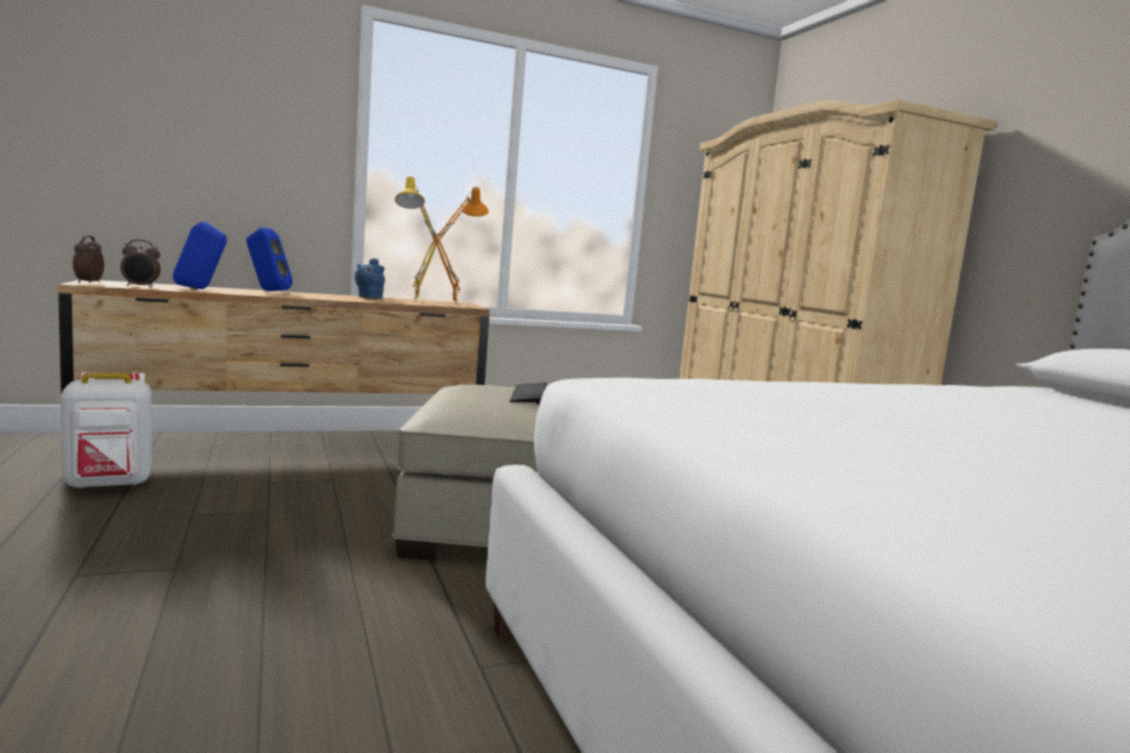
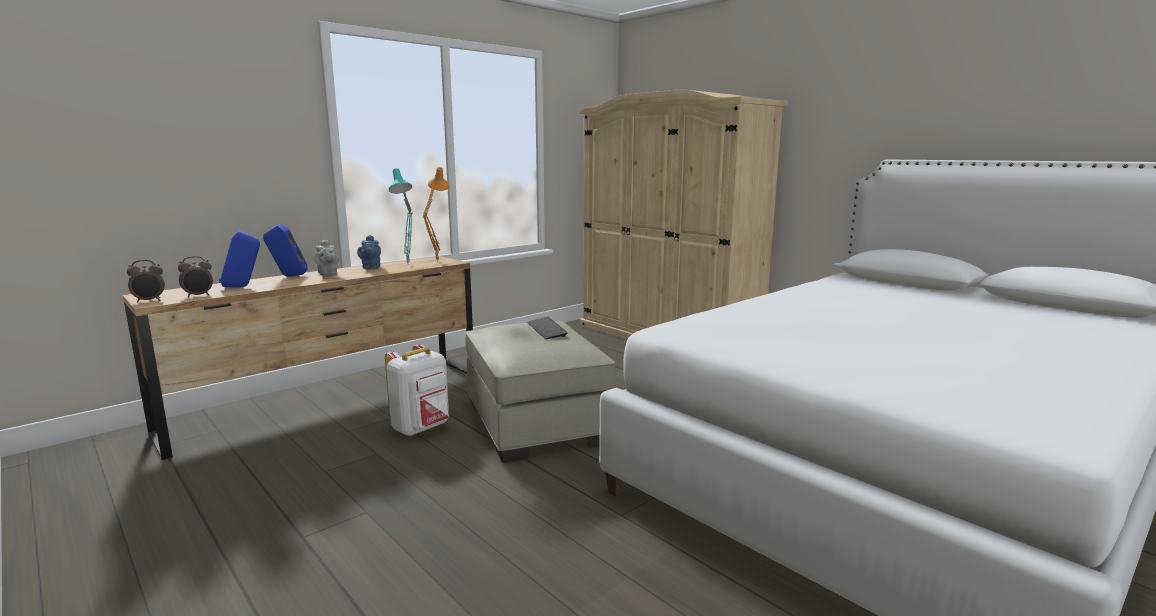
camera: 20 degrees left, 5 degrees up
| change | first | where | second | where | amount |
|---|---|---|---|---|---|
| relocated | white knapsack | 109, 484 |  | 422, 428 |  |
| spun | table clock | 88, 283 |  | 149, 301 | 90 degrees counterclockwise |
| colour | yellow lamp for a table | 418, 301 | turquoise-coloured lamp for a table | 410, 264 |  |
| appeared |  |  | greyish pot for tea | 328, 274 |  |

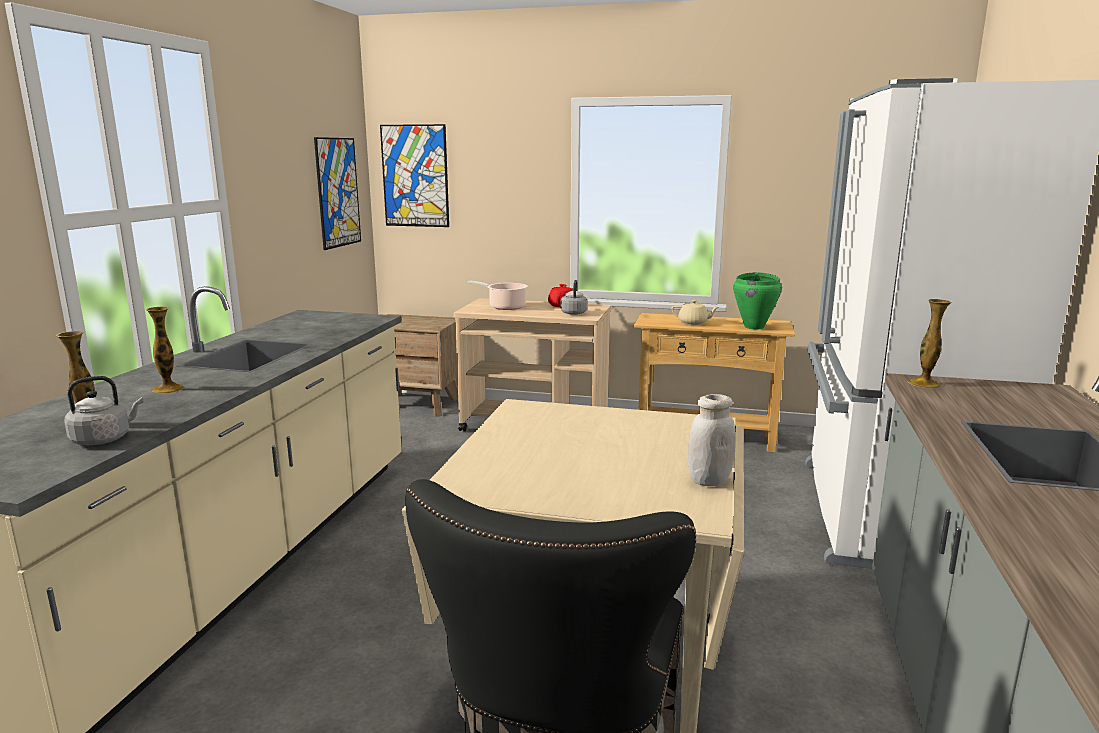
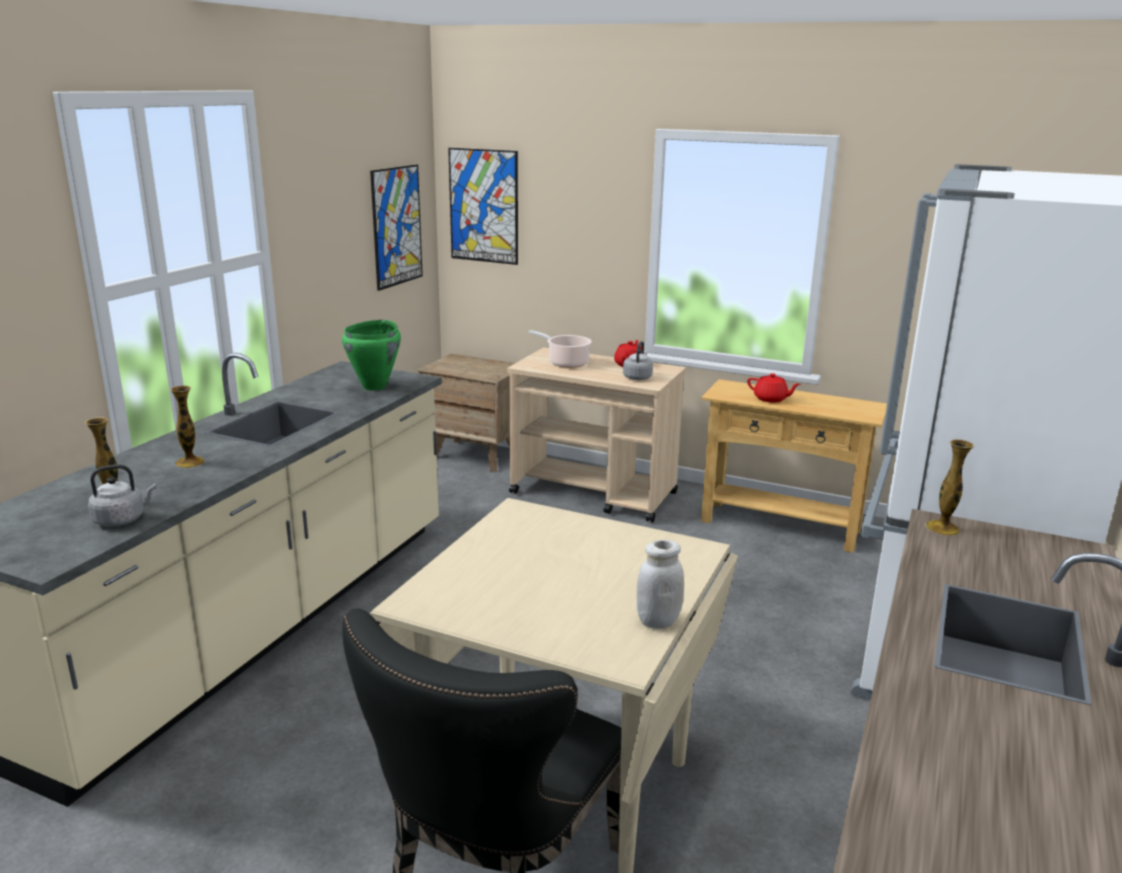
camera: 10 degrees right, 5 degrees up
| change | first | where | second | where | amount |
|---|---|---|---|---|---|
| colour | sand-coloured pot for tea | 693, 323 | reddish pot for tea | 771, 399 |  |
| relocated | green cooking pot | 754, 327 |  | 375, 387 |  |

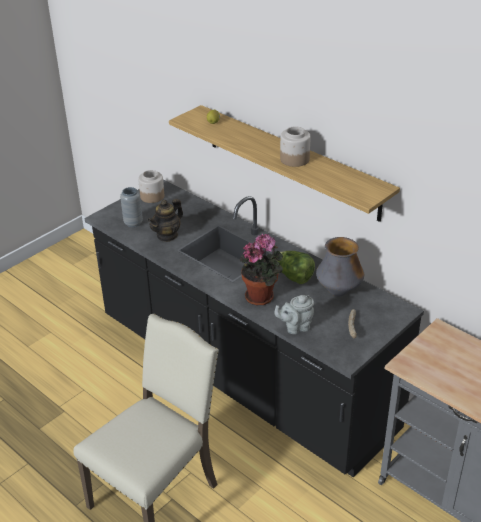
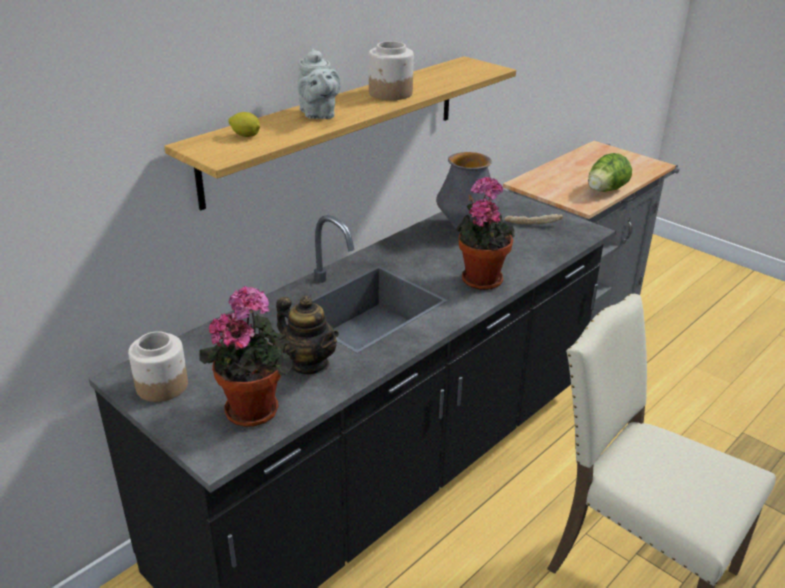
camera: 90 degrees left, 5 degrees down
| change | first | where | second | where | amount |
|---|---|---|---|---|---|
| exchanged | greyish vase | 133, 223 | plant in a pot | 254, 407 |  |
| relocated | greyish pot for tea | 295, 327 |  | 318, 114 |  |
| relocated | lettuce head | 293, 277 |  | 605, 191 |  |

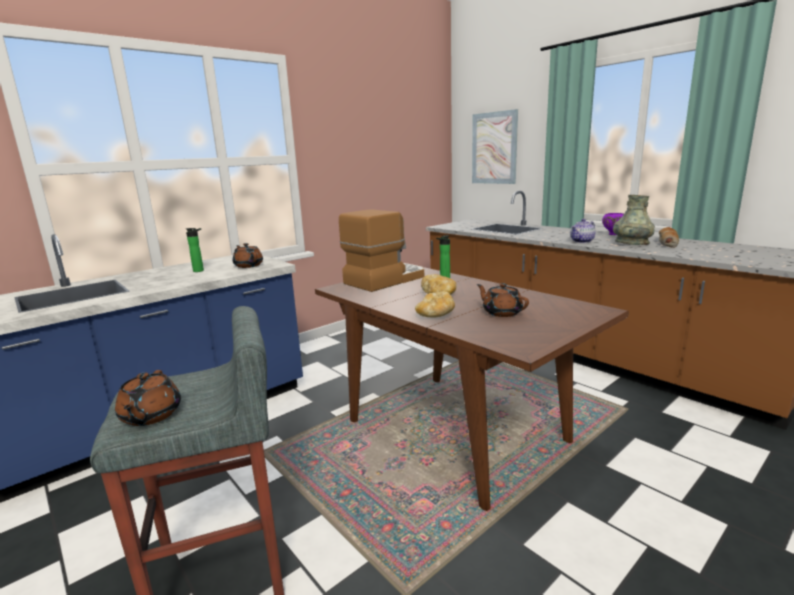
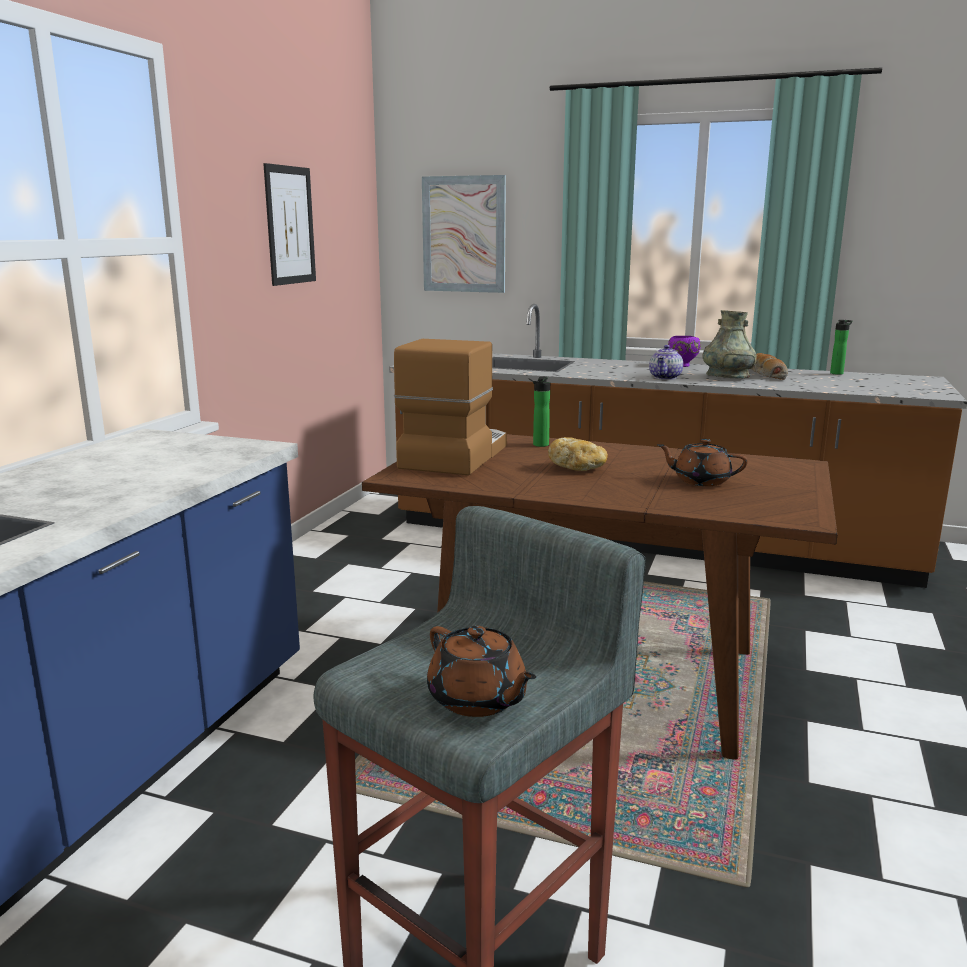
camera: 30 degrees left, 0 degrees up
| change | first | where | second | where | amount |
|---|---|---|---|---|---|
| relocated | drink bottle | 200, 271 |  | 837, 373 |  |
| missing | brown-coloured pot for tea | 248, 265 |  |  |  |
| missing | baked bread | 435, 315 |  |  |  |
| appeared |  |  | picture | 290, 225 |  |

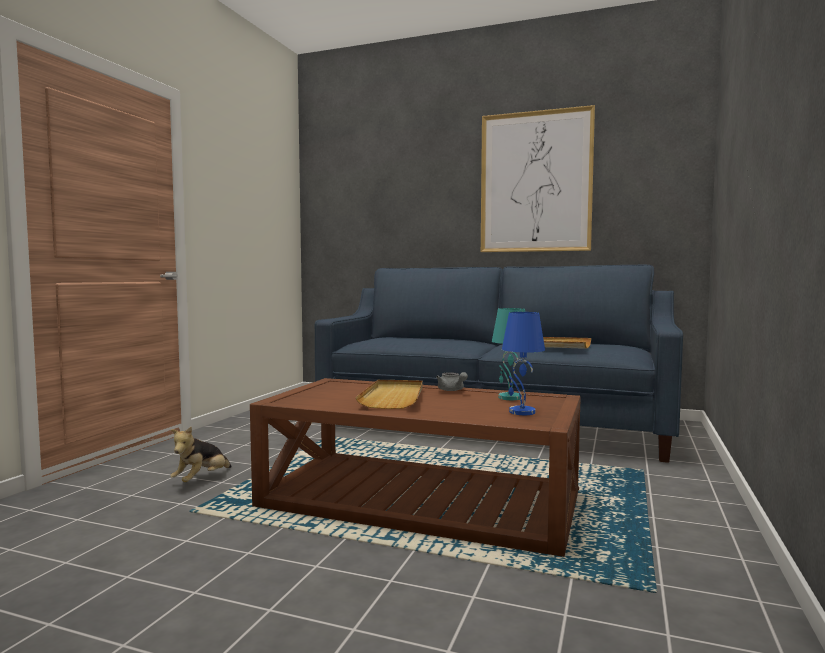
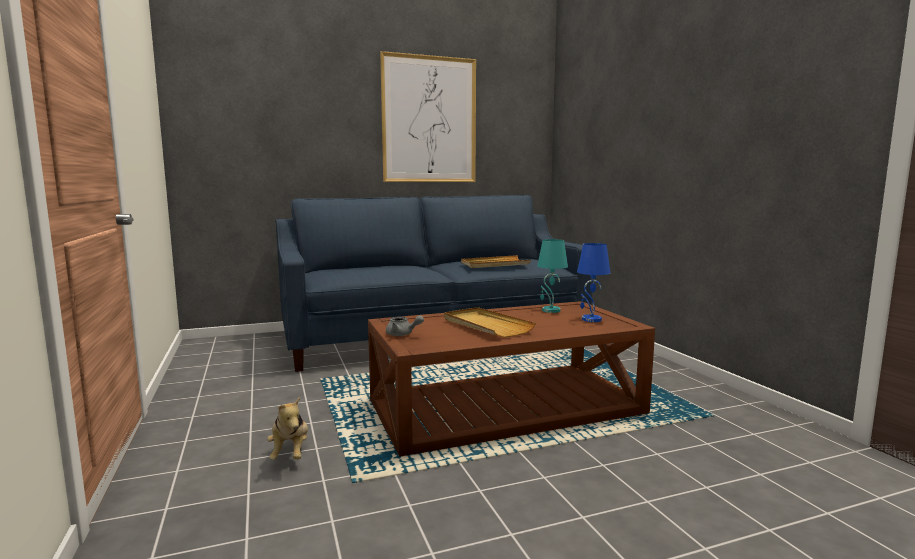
camera: 40 degrees left, 5 degrees up
| change | first | where | second | where | amount |
|---|---|---|---|---|---|
| relocated | greyish pot for tea | 452, 390 |  | 402, 334 |  |

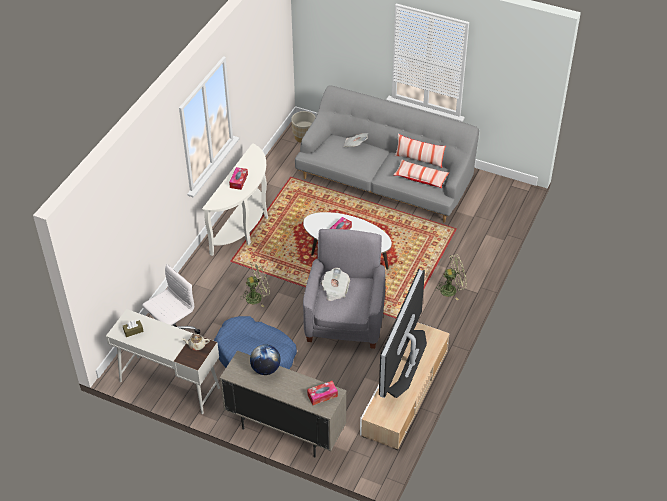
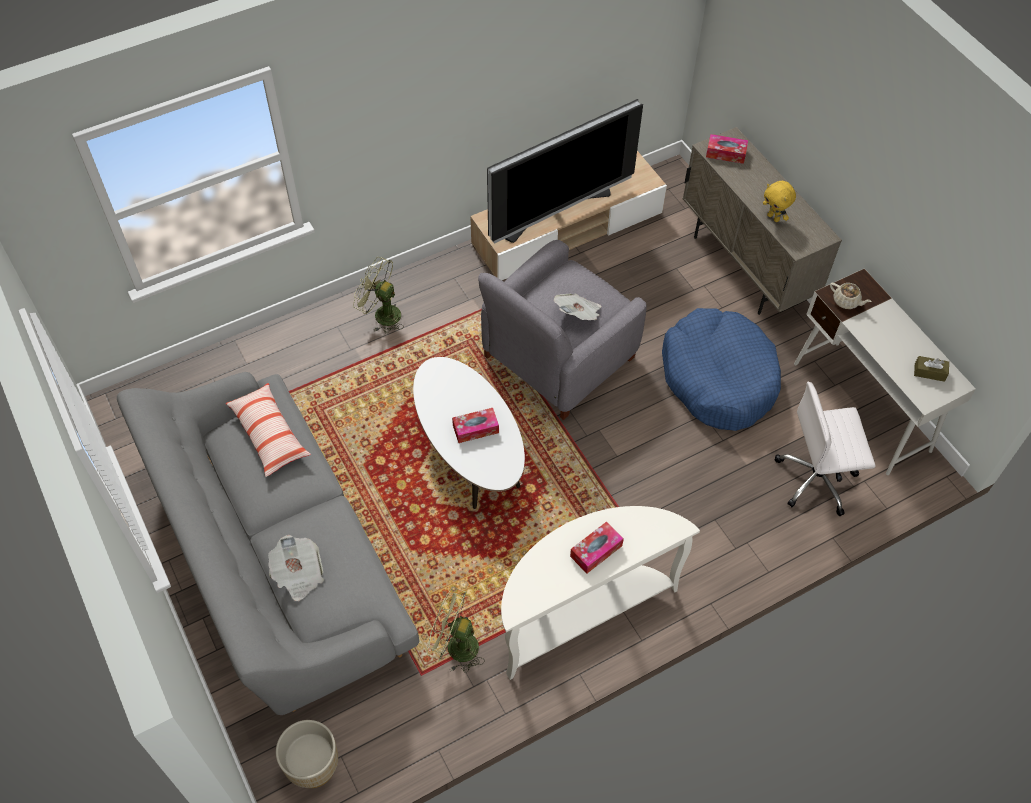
camera: 145 degrees left, 10 degrees up
| change | first | where | second | where | amount |
|---|---|---|---|---|---|
| relocated | green electric fan | 257, 297 |  | 455, 646 |  |
| exchanged | world globe | 266, 369 | yellow soft toy | 774, 217 |  |
| missing | throw pillow | 419, 159 |  |  |  |

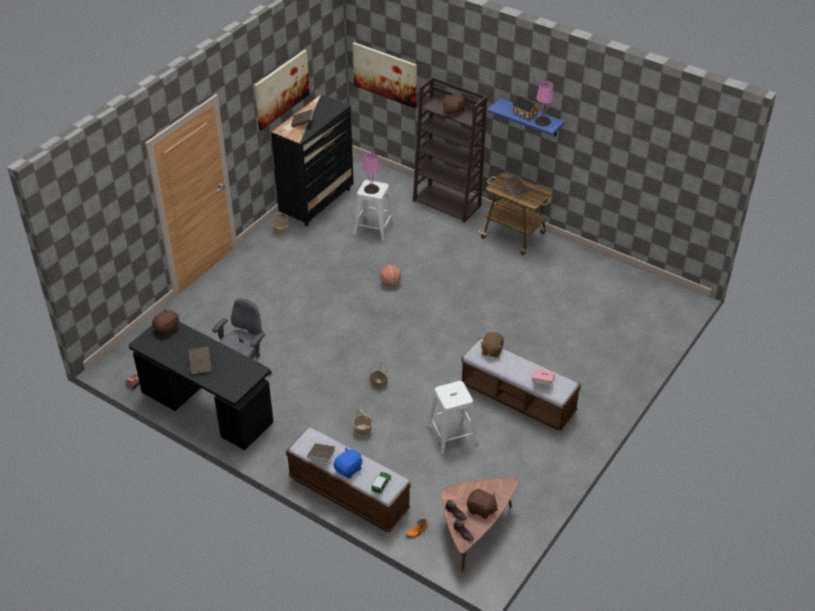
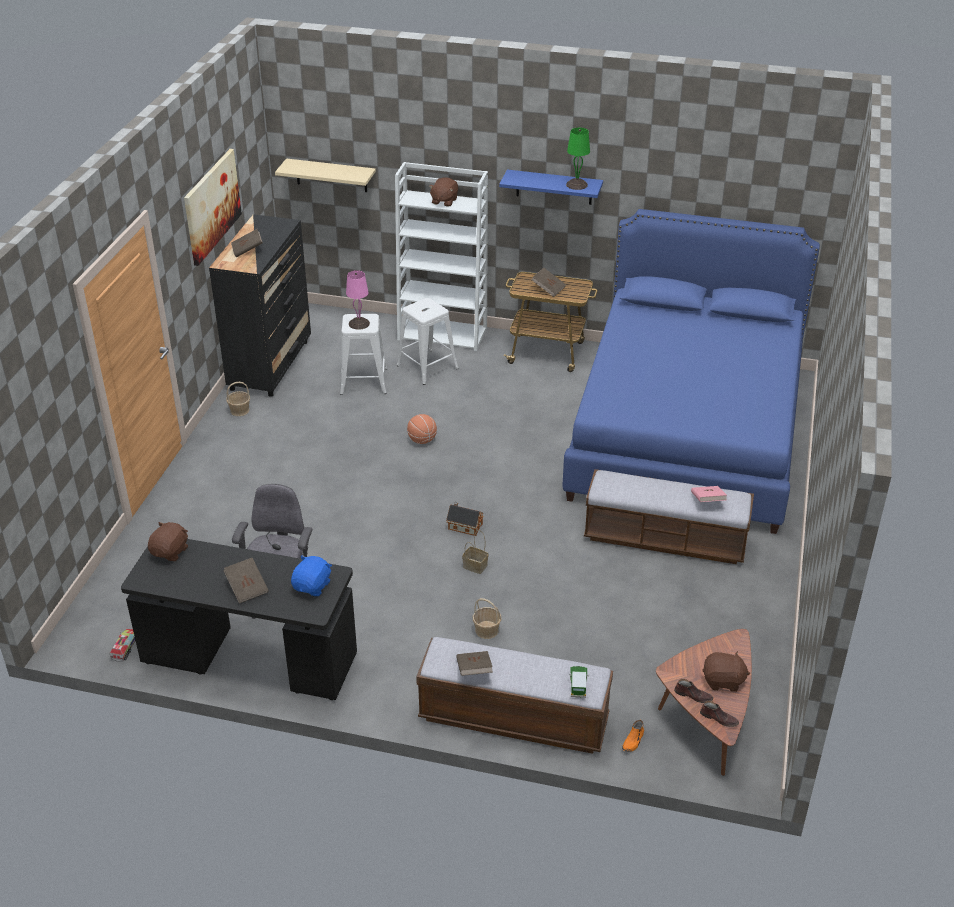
camera: 20 degrees left, 5 degrees down
| change | first | where | second | where | amount |
|---|---|---|---|---|---|
| relocated | blue-coloured soft toy | 348, 469 |  | 312, 586 |  |
| exchanged | picture | 385, 74 | sand-coloured bracket shelf | 331, 175 |  |
| colour | brown-coloured bookcase | 447, 203 | white bookcase | 443, 333 |  |
| relocated | white stool | 452, 435 |  | 427, 367 |  |
| missing | brown-coloured soft toy | 491, 351 |  |  |  |
| relocated | model house | 524, 112 |  | 464, 526 |  |
| colour | pinkish lamp for a table | 542, 121 | green lamp for a table | 577, 185 |  |
| appeared |  |  | blue-coloured bed | 687, 431 |  |

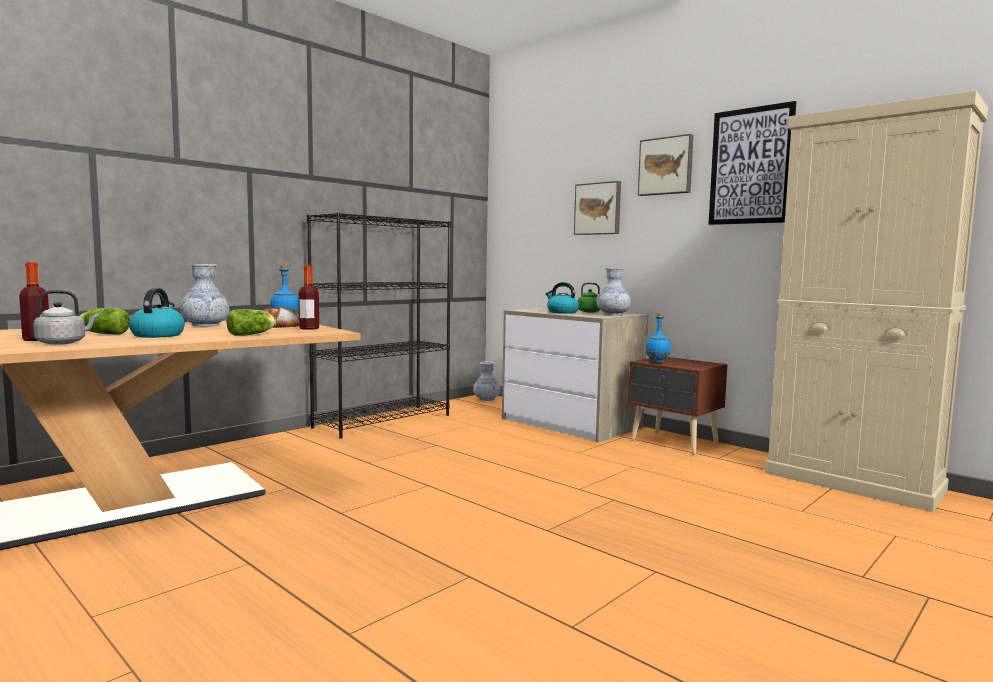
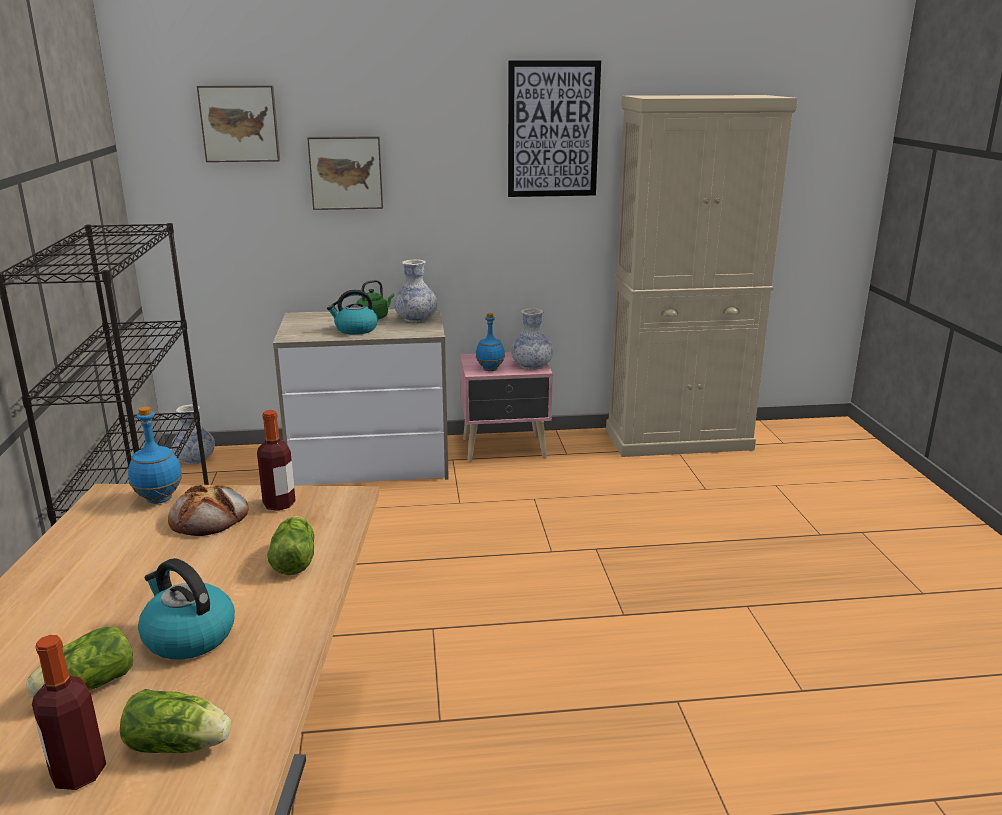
camera: 50 degrees left, 15 degrees up
| change | first | where | second | where | amount |
|---|---|---|---|---|---|
| exchanged | greyish tea kettle | 64, 343 | lettuce head | 181, 745 |  |
| relocated | vase | 205, 325 |  | 531, 366 |  |
| colour | brown-coloured night table | 674, 443 | pinkish night table | 505, 449 |  |
| relocated | picture | 666, 166 |  | 240, 123 |  |

